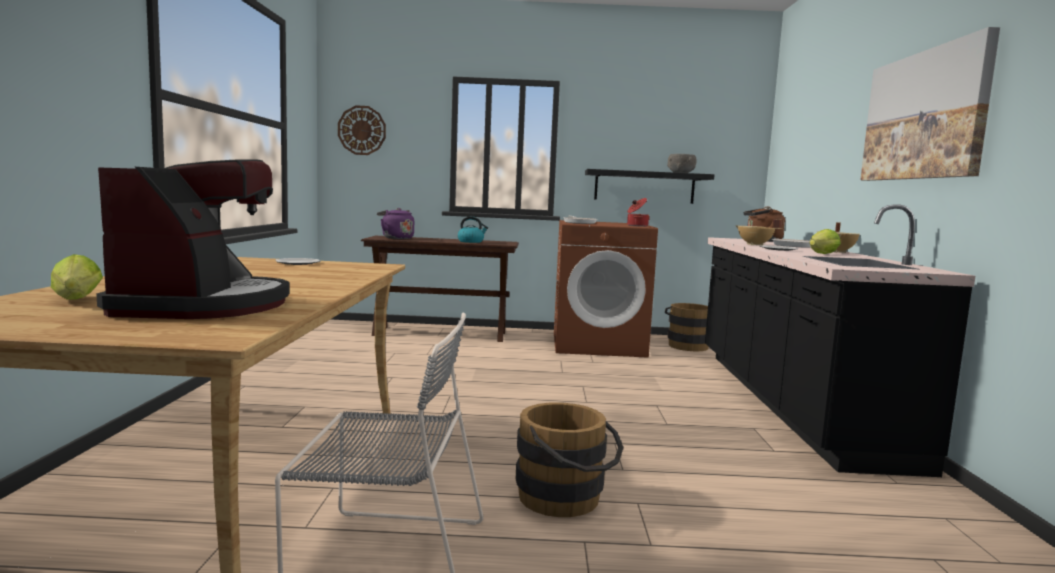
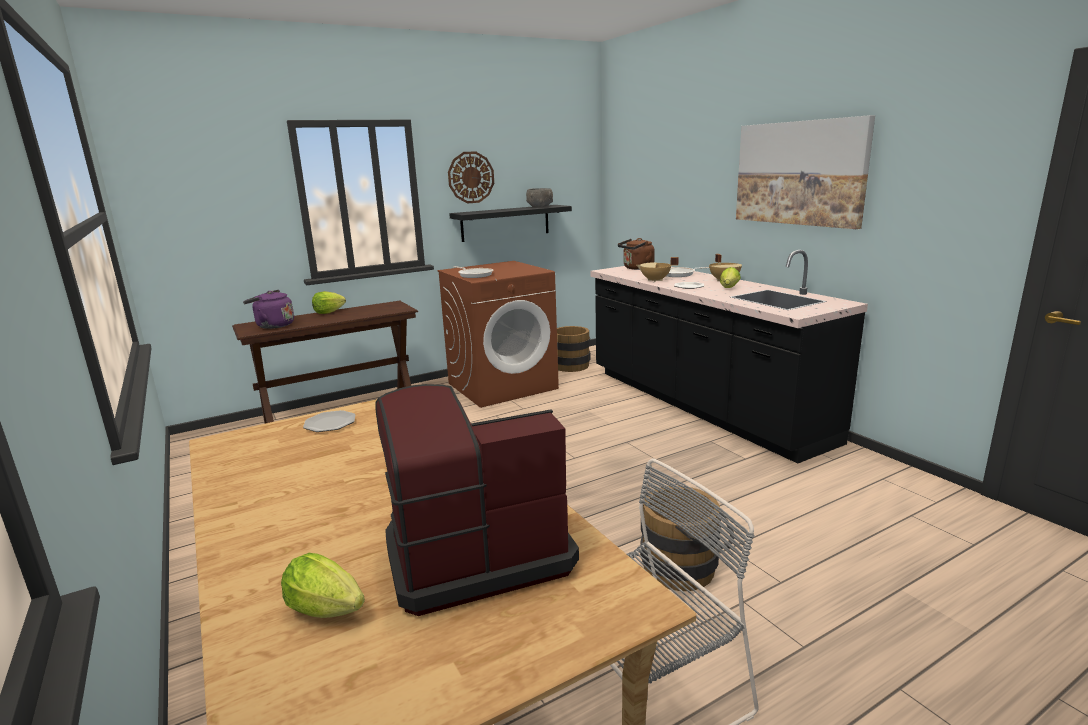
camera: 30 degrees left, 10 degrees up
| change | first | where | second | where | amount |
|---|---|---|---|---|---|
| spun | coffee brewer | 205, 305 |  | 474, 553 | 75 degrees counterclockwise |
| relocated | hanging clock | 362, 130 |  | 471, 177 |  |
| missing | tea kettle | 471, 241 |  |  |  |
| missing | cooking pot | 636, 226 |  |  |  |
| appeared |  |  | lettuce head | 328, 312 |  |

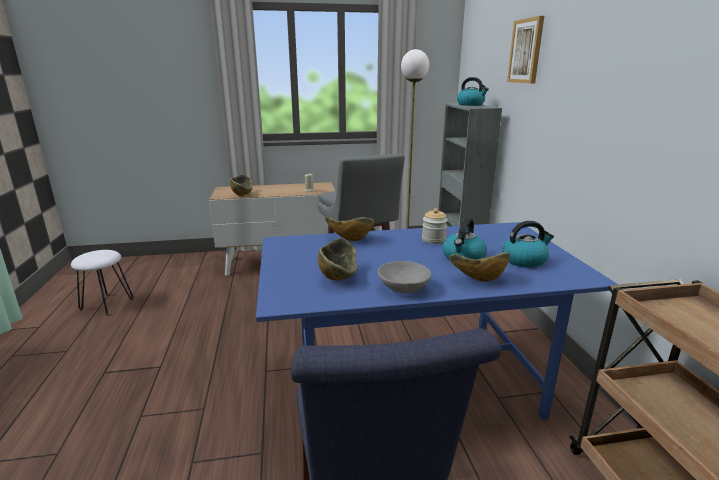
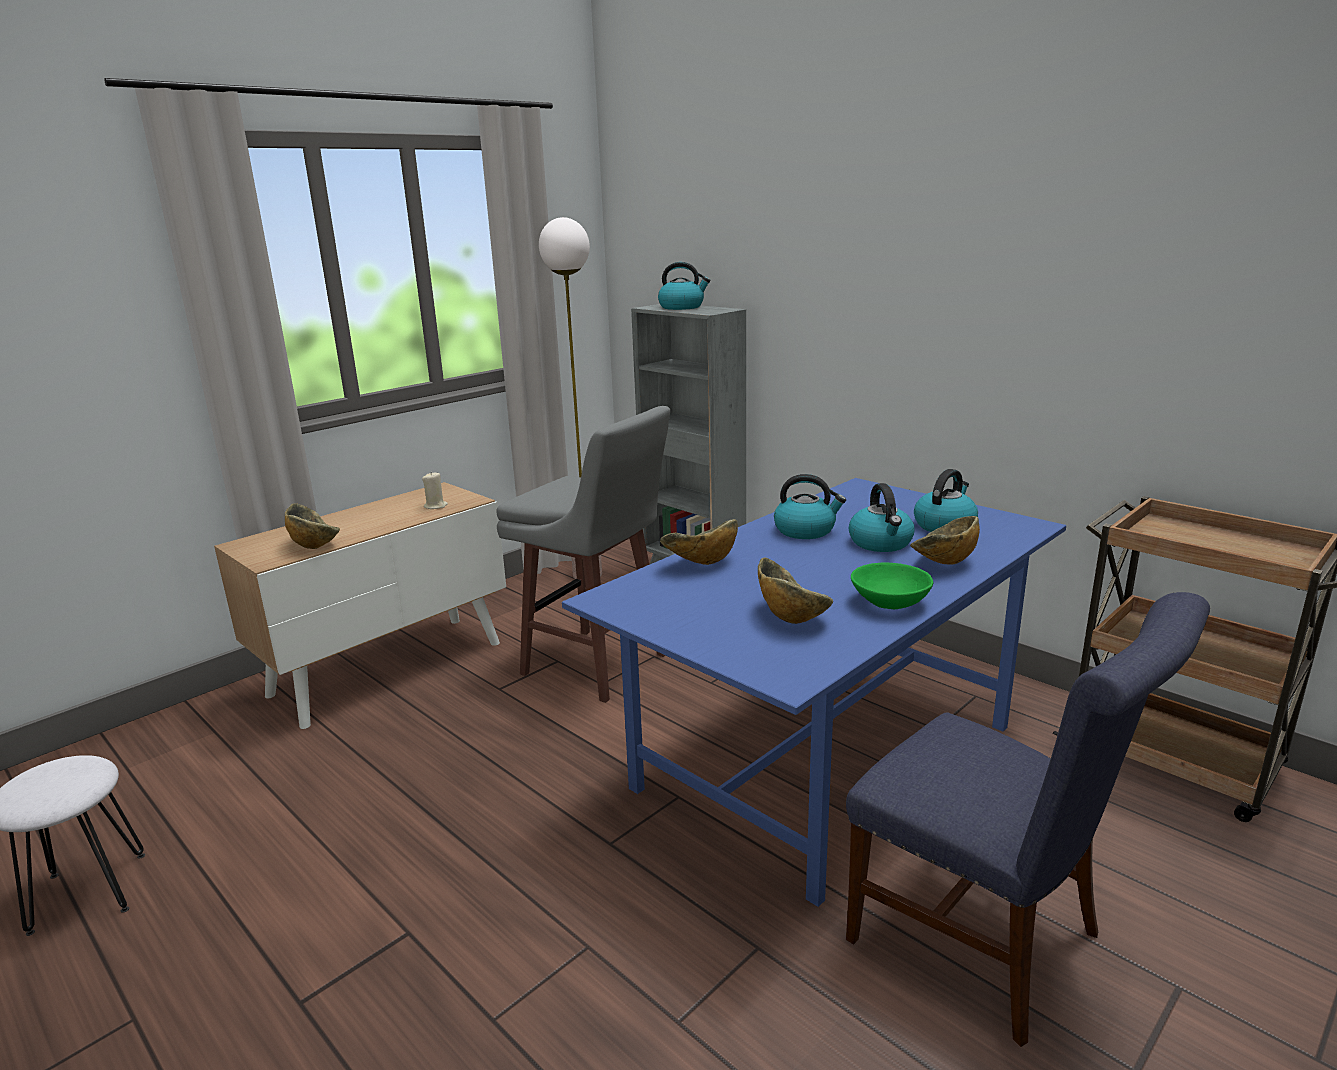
camera: 35 degrees left, 0 degrees up
| change | first | where | second | where | amount |
|---|---|---|---|---|---|
| colour | greyish serving bowl | 403, 288 | green serving bowl | 889, 603 |  |
| exchanged | storage jar | 433, 240 | tea kettle | 805, 530 |  |
| missing | picture | 526, 51 |  |  |  |

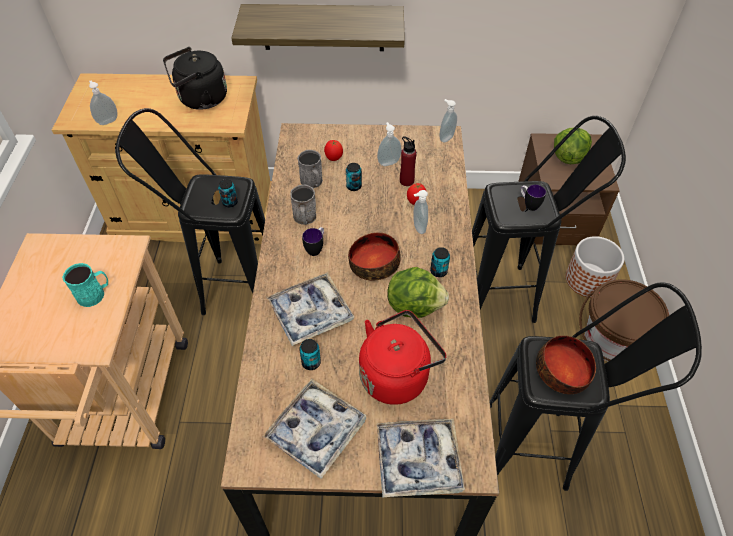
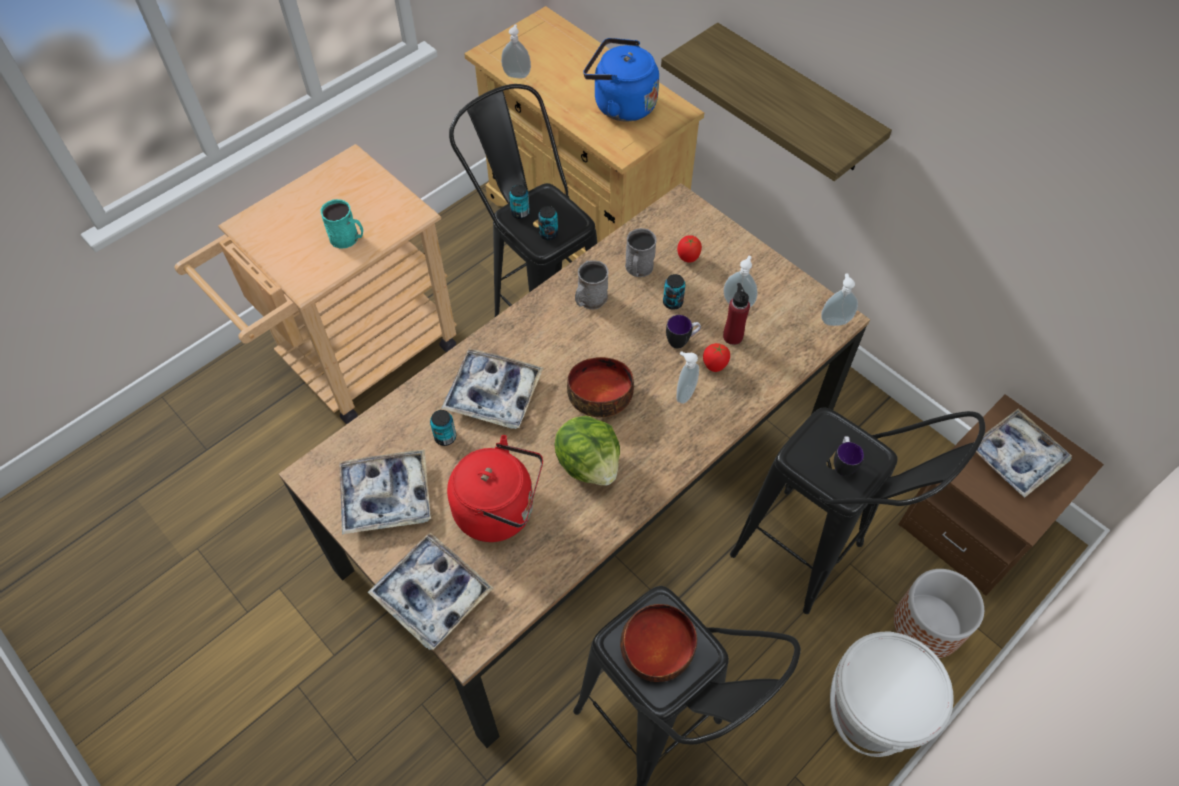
camera: 45 degrees right, 5 degrees up
| change | first | where | second | where | amount |
|---|---|---|---|---|---|
| colour | black tea kettle | 200, 99 | blue-coloured tea kettle | 620, 105 |  |
| relocated | mug | 316, 248 |  | 682, 341 |  |
| relocated | can | 438, 271 |  | 520, 213 |  |
| exchanged | lettuce head | 568, 157 | tray | 1016, 457 |  |
| colour | brown-coloured pail | 612, 340 | white pail | 874, 710 |  |

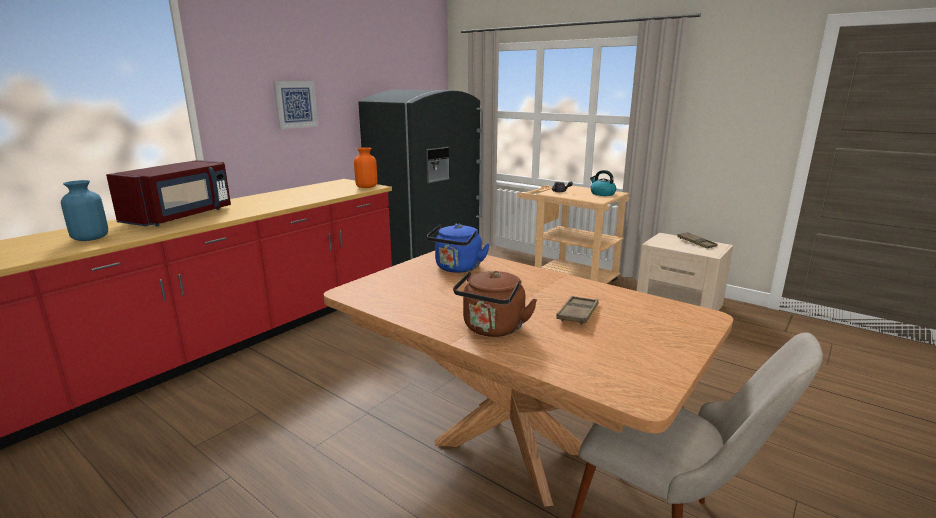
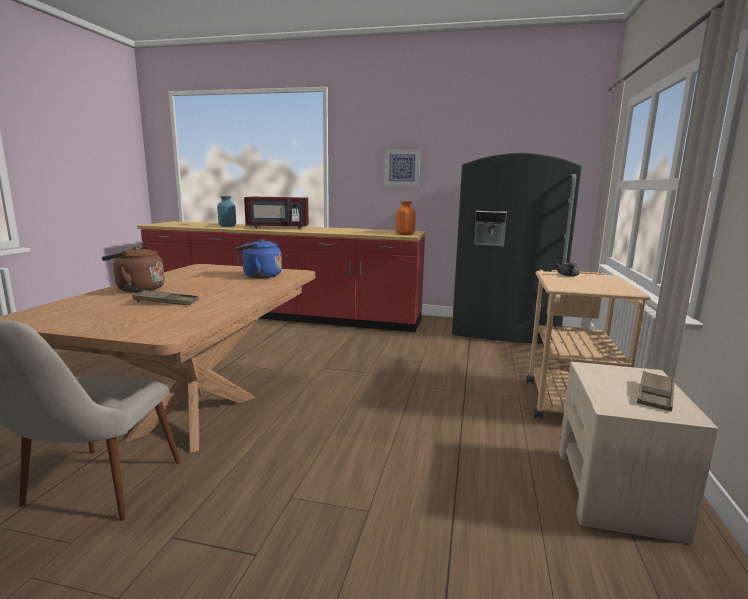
camera: 65 degrees right, 5 degrees down
| change | first | where | second | where | amount |
|---|---|---|---|---|---|
| missing | tea kettle | 602, 194 |  |  |  |

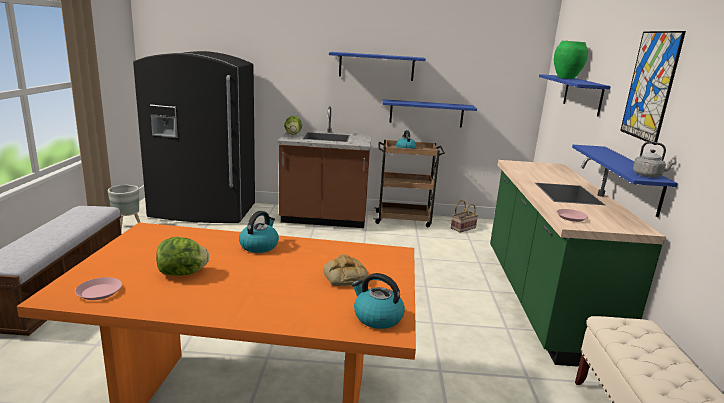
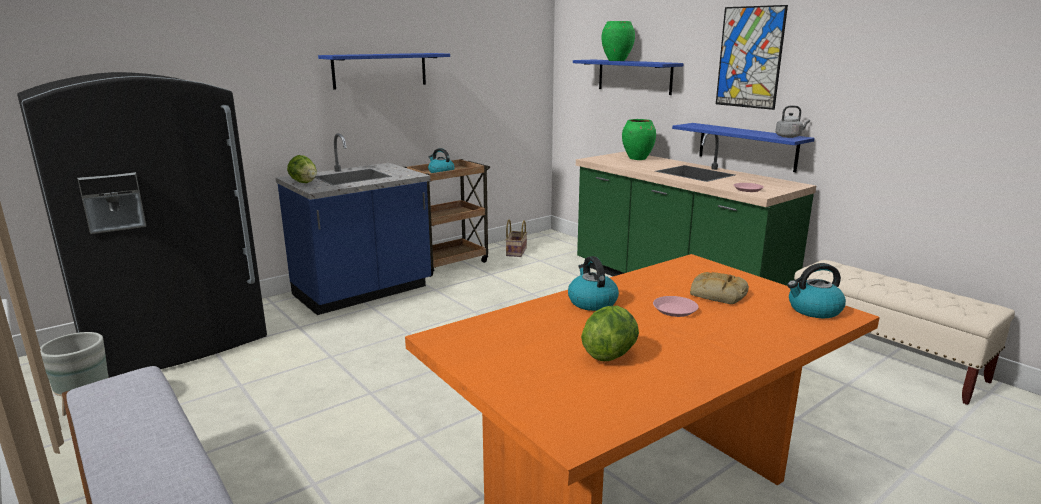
camera: 40 degrees left, 0 degrees up
| change | first | where | second | where | amount |
|---|---|---|---|---|---|
| relocated | pinkish flat dish | 99, 292 |  | 674, 310 |  |
| colour | brown-coloured kitchen base unit | 324, 219 | blue-coloured kitchen base unit | 363, 292 |  |
| missing | blue-coloured bracket shelf | 426, 113 |  |  |  |
| appeared |  |  | green vase | 638, 158 |  |

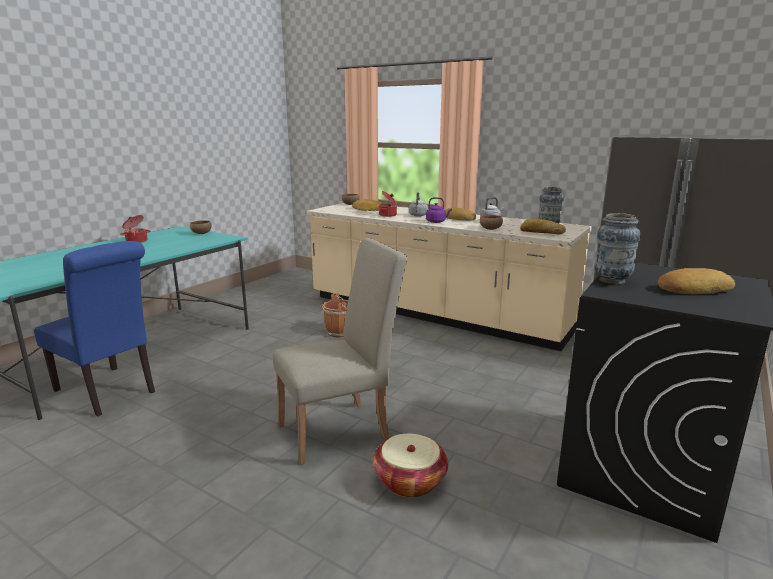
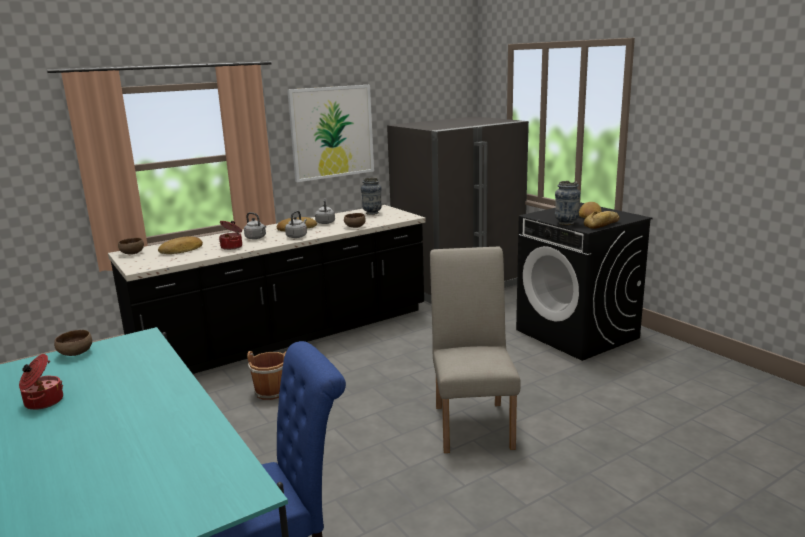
camera: 65 degrees left, 0 degrees up
| change | first | where | second | where | amount |
|---|---|---|---|---|---|
| colour | sand-coloured kitchen base unit | 434, 313 | black kitchen base unit | 287, 336 |  |
| missing | storage basket | 410, 480 |  |  |  |
| colour | purplish tea kettle | 437, 222 | greyish tea kettle | 297, 236 |  |
| relocated | baked bread | 541, 232 |  | 603, 224 |  |
| appeared |  |  | picture | 332, 132 |  |

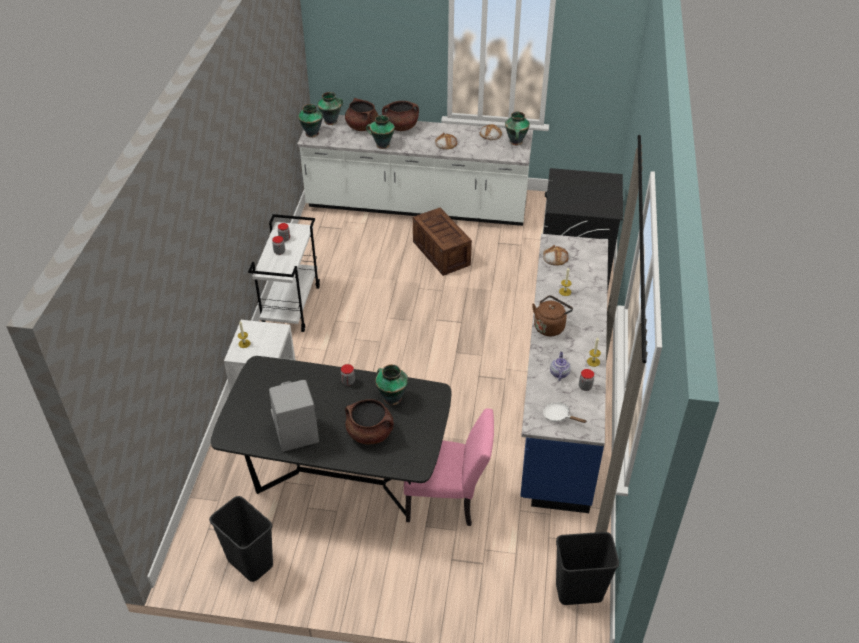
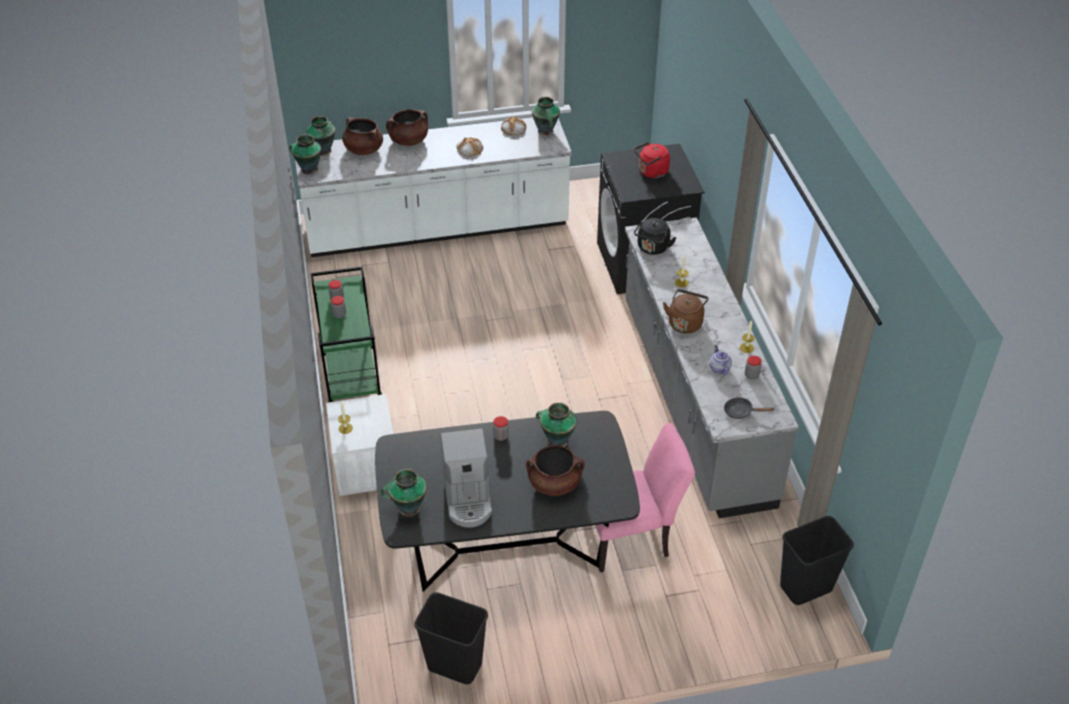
camera: 20 degrees left, 0 degrees up
| change | first | where | second | where | amount |
|---|---|---|---|---|---|
| colour | white trolley | 291, 306 | green trolley | 351, 376 |  |
| spun | coffee brewer | 294, 425 |  | 468, 498 | 150 degrees counterclockwise |
| relocated | vase | 382, 145 |  | 408, 508 |  |
| missing | crate | 442, 253 |  |  |  |
| colour | blue-coloured kitchen base unit | 559, 399 | greyish kitchen base unit | 693, 401 |  |
| exchanged | baked bread | 555, 257 | black tea kettle | 652, 248 |  |
| colour | white pan | 559, 416 | black pan | 741, 412 |  |
| appeared |  |  | reddish tea kettle | 651, 172 |  |

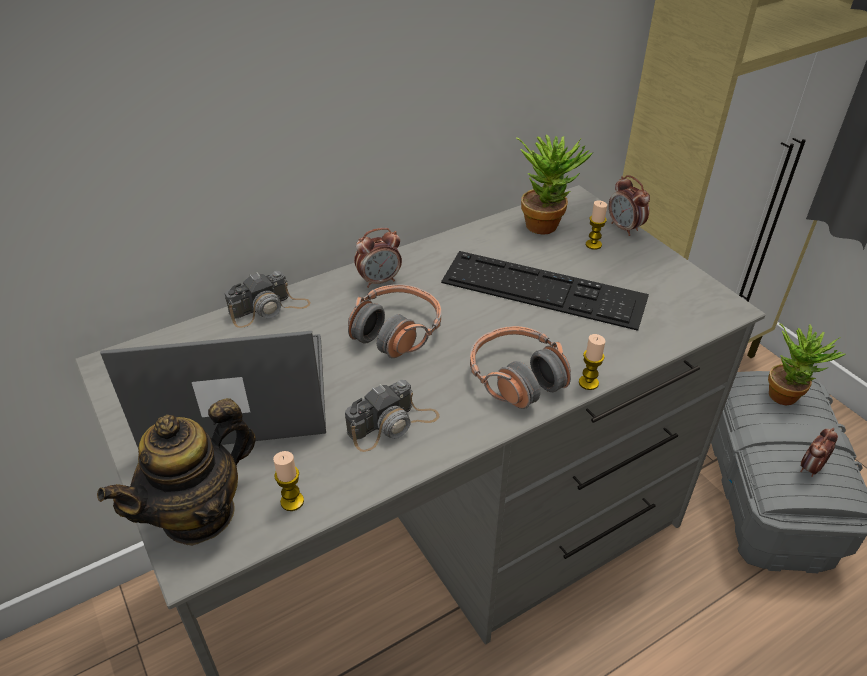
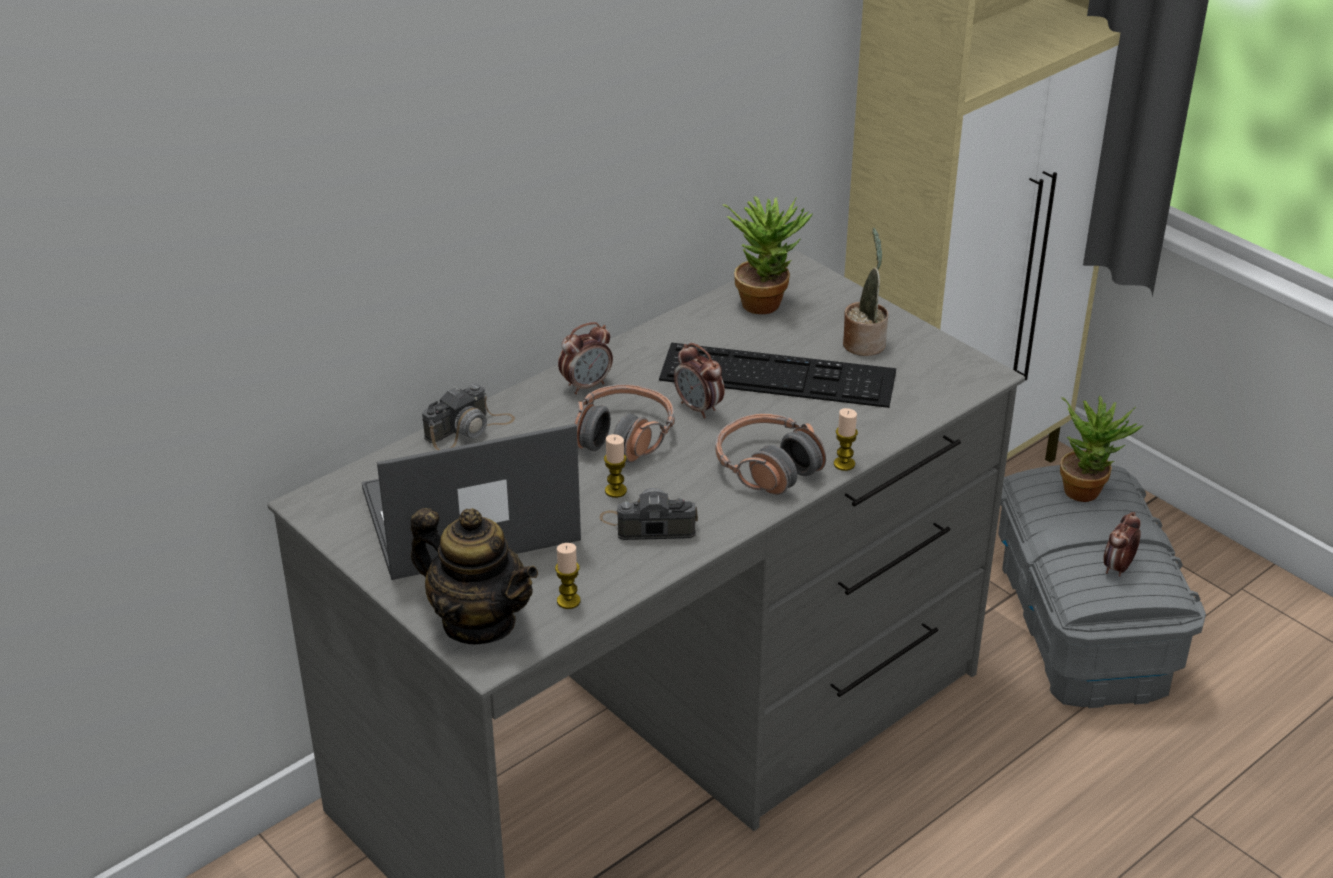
camera: 10 degrees left, 5 degrees down
| change | first | where | second | where | amount |
|---|---|---|---|---|---|
| spun | pot for tea | 199, 514 |  | 478, 622 | 90 degrees counterclockwise |
| spun | still camera | 393, 424 |  | 648, 524 | 135 degrees counterclockwise |
| relocated | candle | 593, 244 |  | 615, 490 |  |
| relocated | table clock | 625, 228 |  | 699, 408 |  |
| appeared |  |  | plant in a pot | 864, 342 |  |

